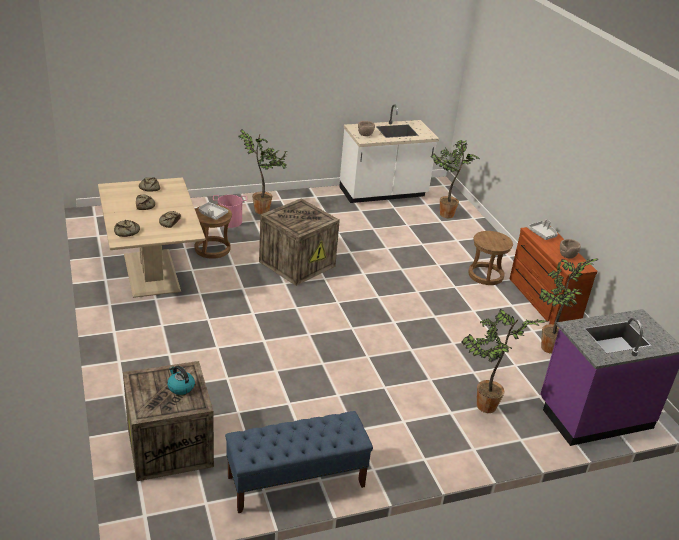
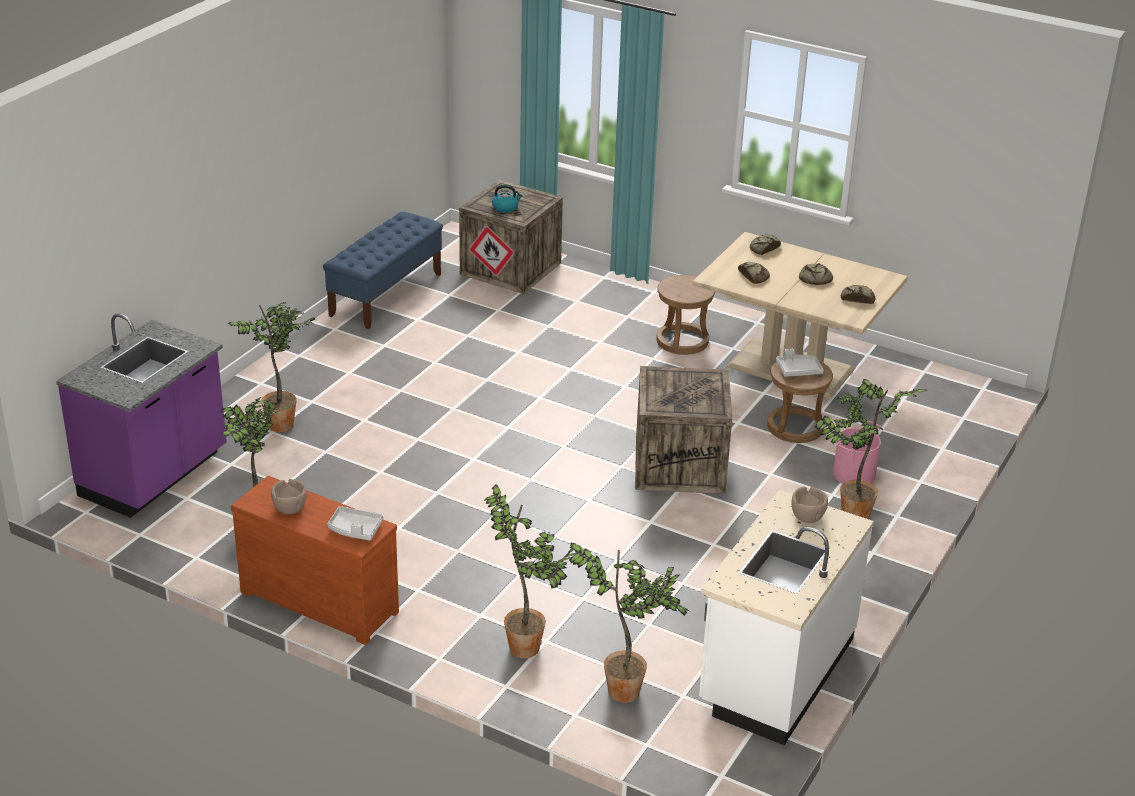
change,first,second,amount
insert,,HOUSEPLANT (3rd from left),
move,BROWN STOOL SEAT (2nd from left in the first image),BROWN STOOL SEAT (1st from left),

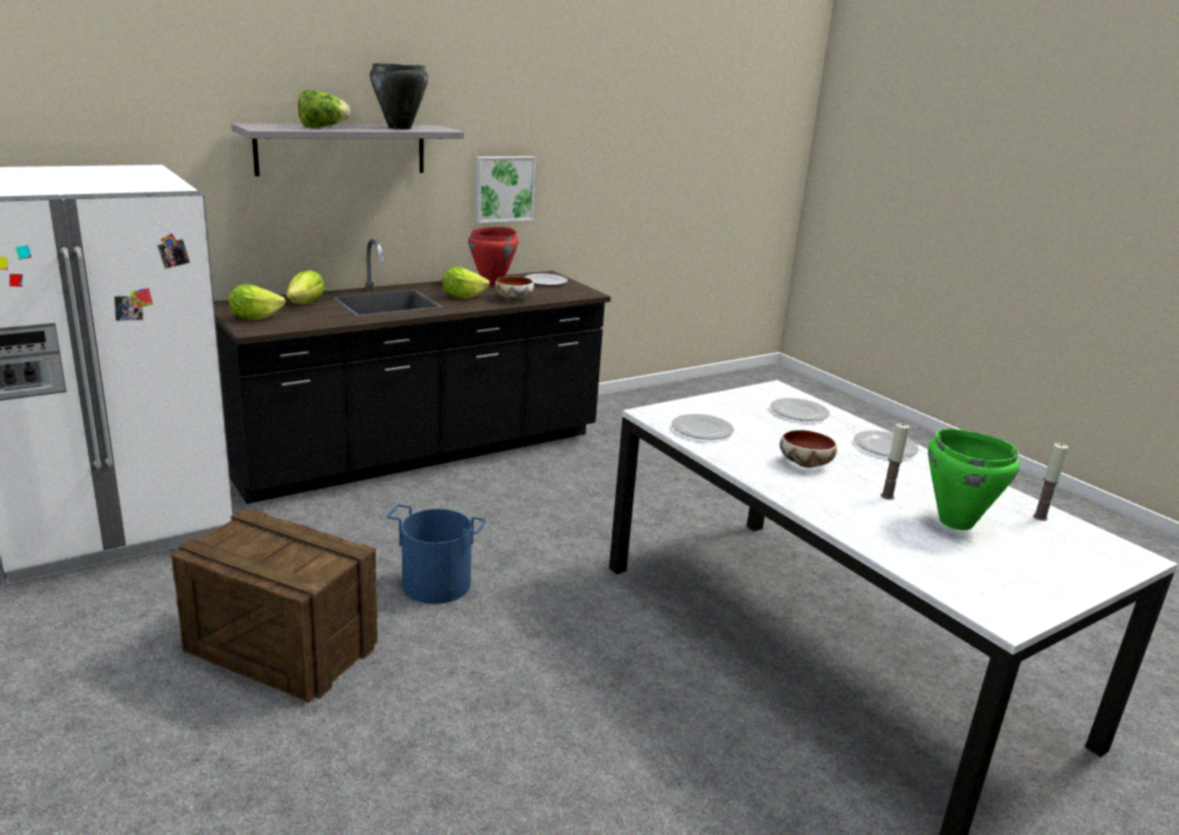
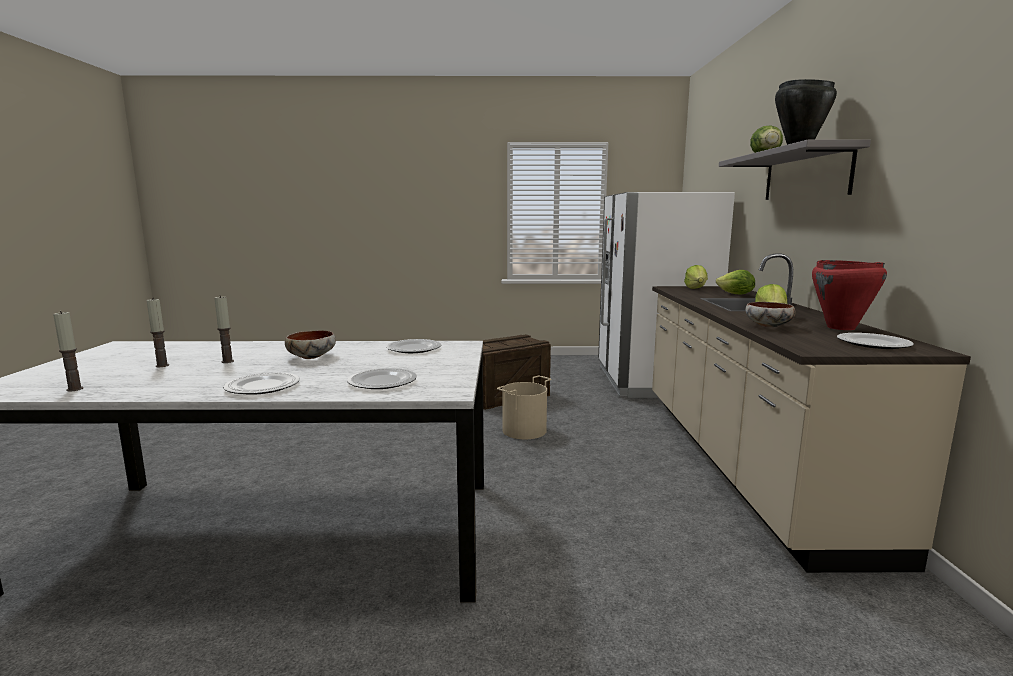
change,first,second,amount
delete,WALL PICTURE,,
replace,GREEN SAUCEPOT,CANDLE (2nd from left),
recolor,BLACK-COLOURED KITCHEN BASE UNIT,SAND-COLOURED KITCHEN BASE UNIT,
recolor,BLUE-COLOURED BUCKET,SAND-COLOURED BUCKET,

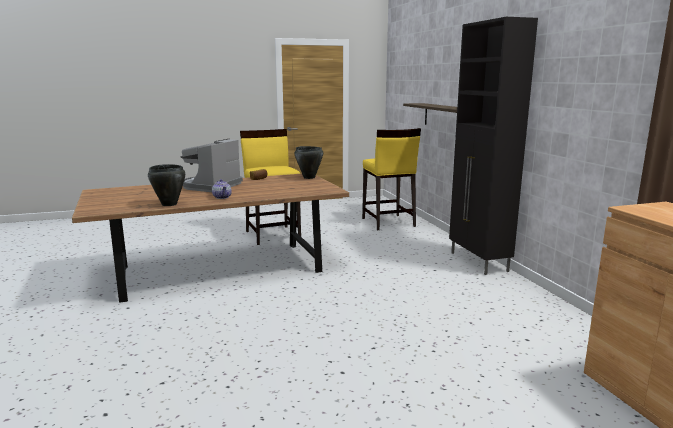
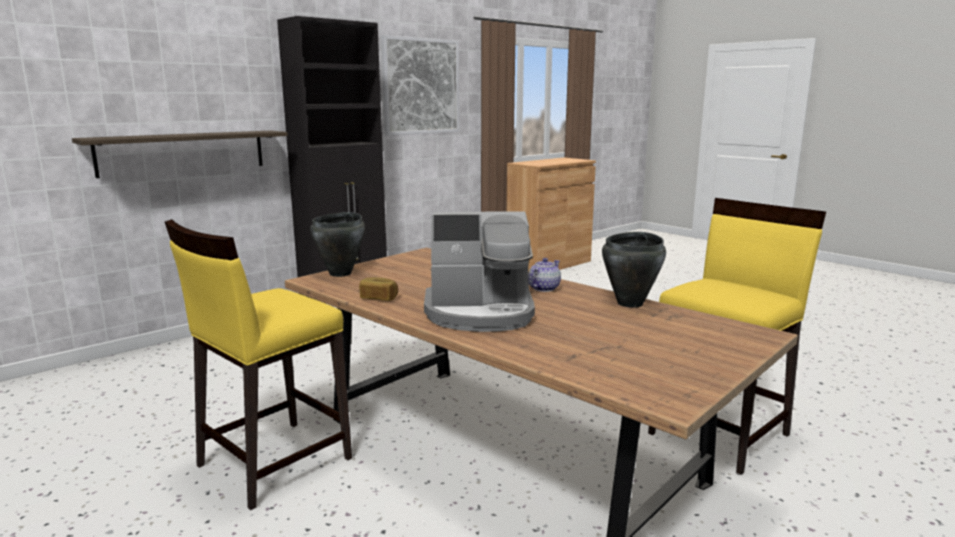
change,first,second,amount
insert,,WALL PICTURE,
move,YELLOW STOOL SEAT (2nd from left),,

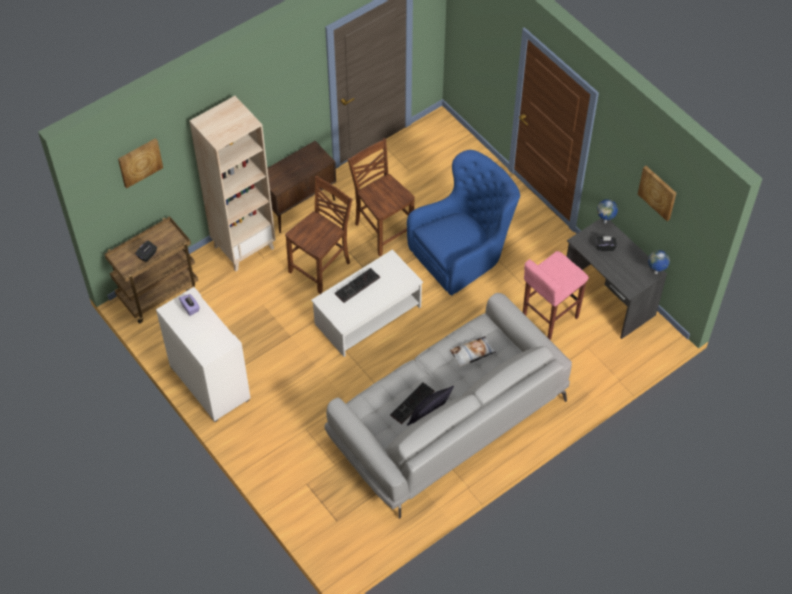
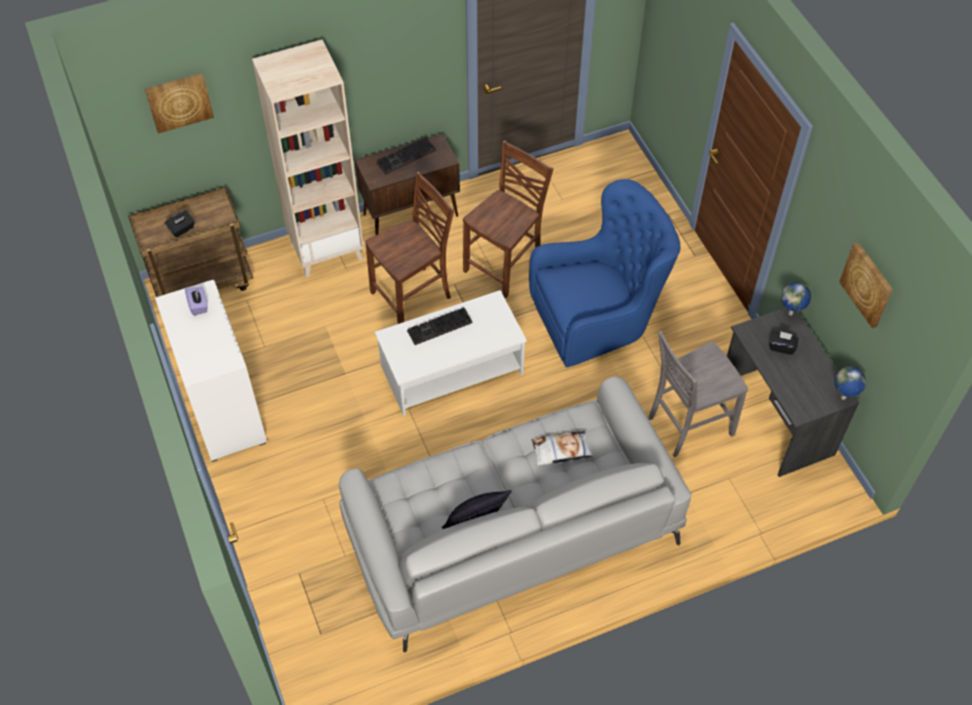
change,first,second,amount
move,KEYBOARD (2nd from left in the first image),KEYBOARD (1st from left),
replace,PINK STOOL SEAT,GREYISH PLAIN CHAIR,
rotate,BROWN PLAIN CHAIR (2nd from left),,60 degrees clockwise

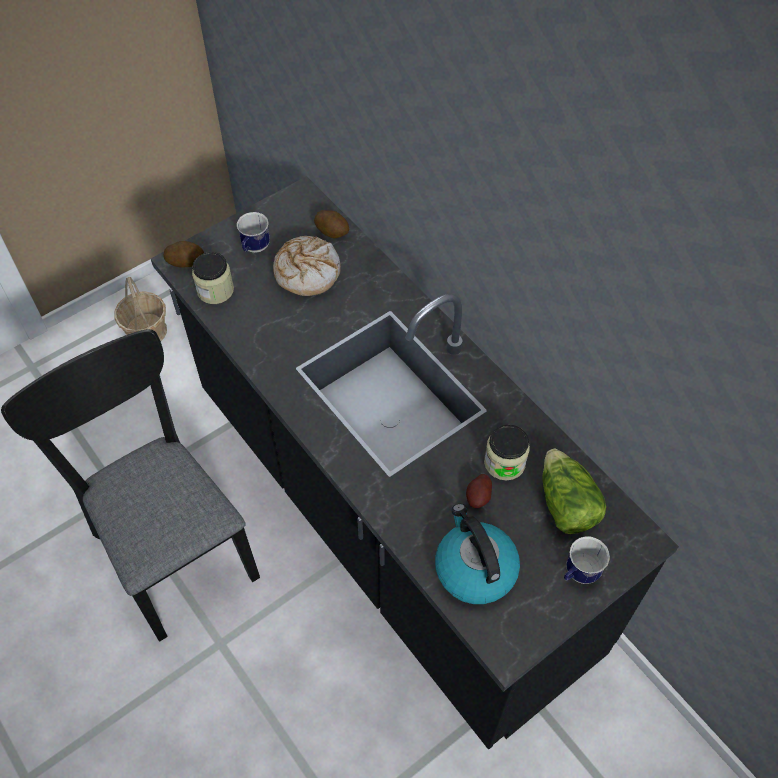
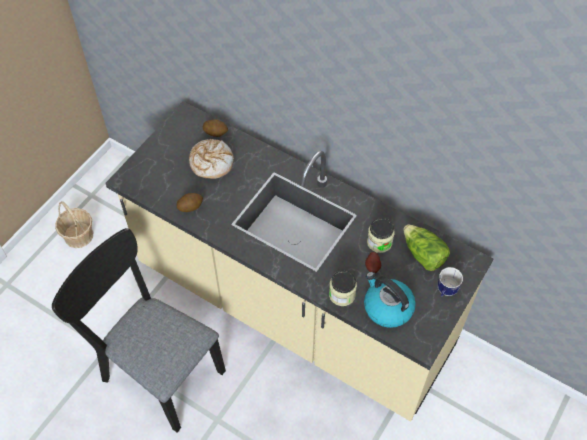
change,first,second,amount
delete,COFFEE MUG (1st from left),,
move,POTATO (1st from left),,
move,PRESERVE JAR (1st from left),,
recolor,BLACK-COLOURED KITCHEN BASE UNIT,SAND-COLOURED KITCHEN BASE UNIT,

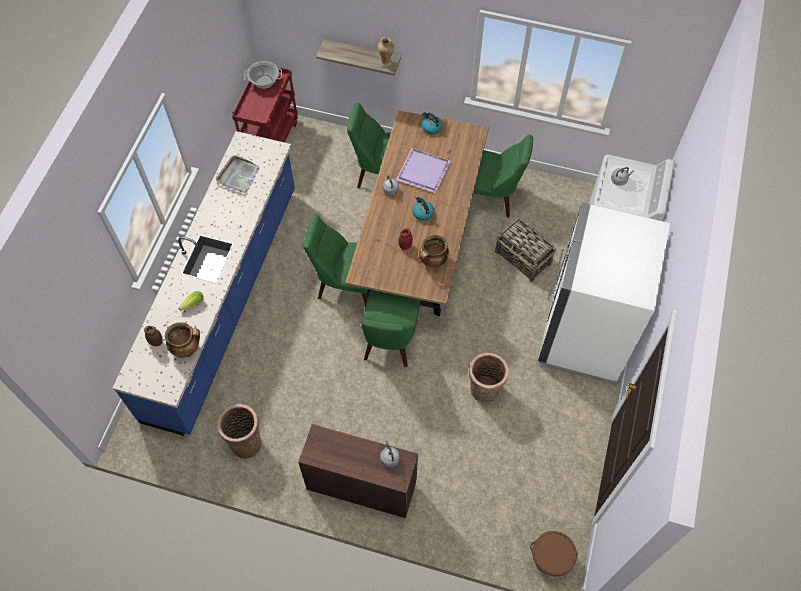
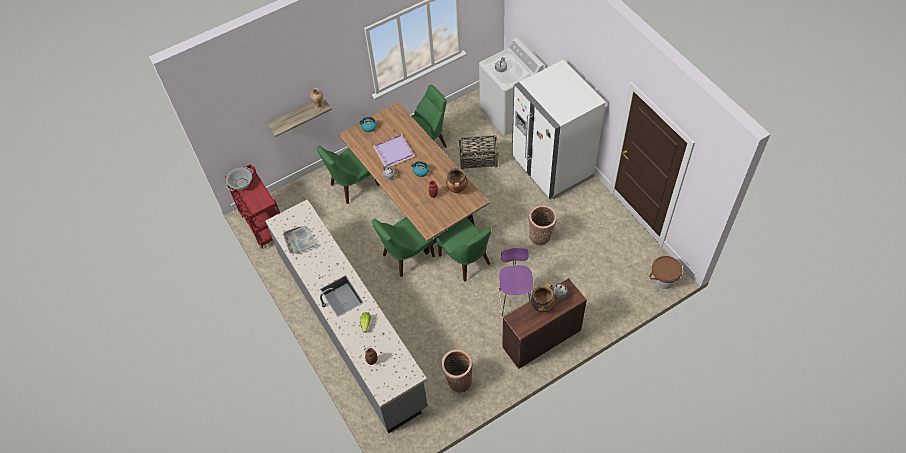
change,first,second,amount
insert,,PURPLE-COLOURED PLAIN CHAIR,
move,SAUCEPOT (1st from left in the first image),SAUCEPOT (3rd from left),
recolor,BLUE-COLOURED KITCHEN BASE UNIT,GREYISH KITCHEN BASE UNIT,

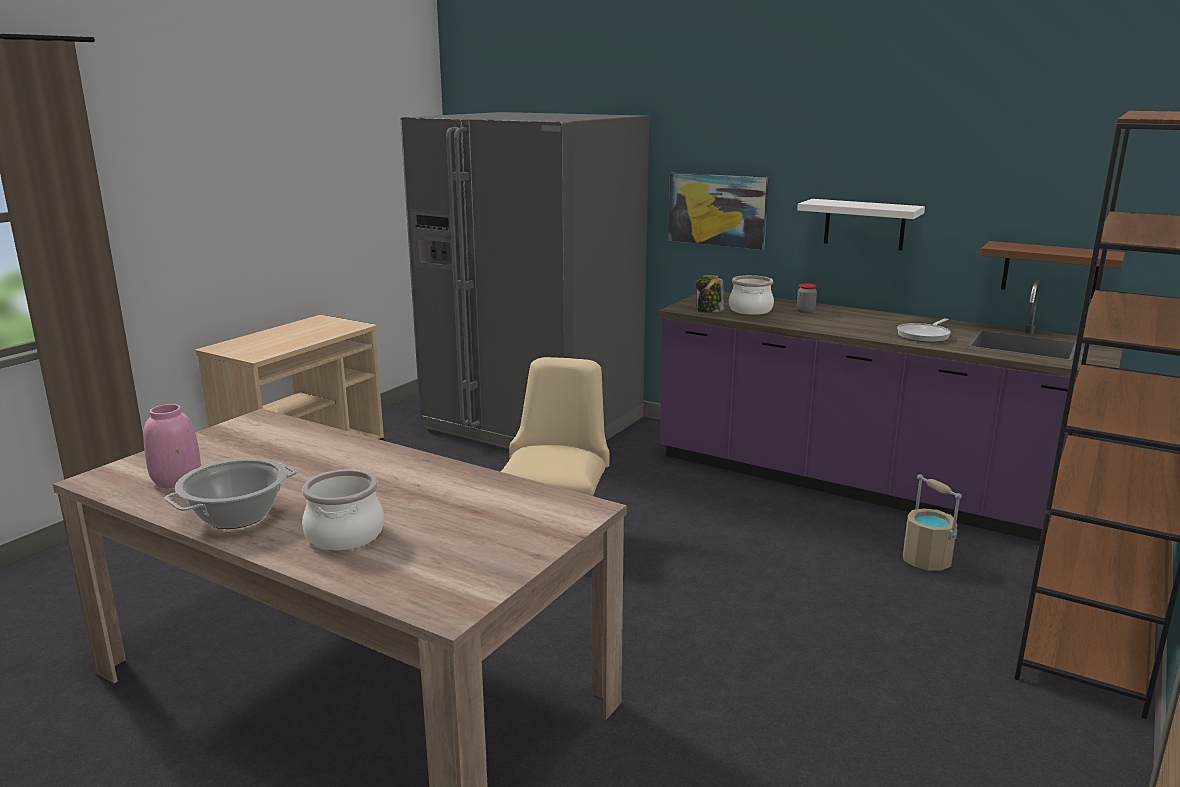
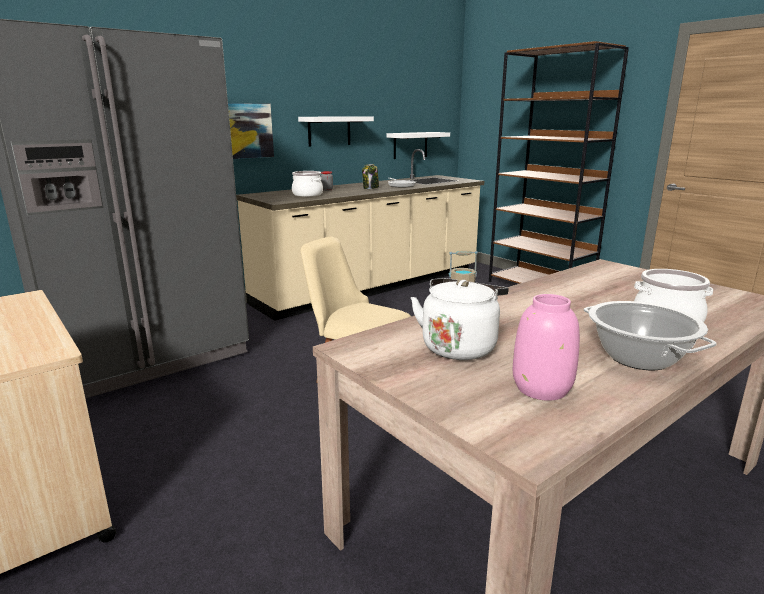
change,first,second,amount
insert,,WHITE TEA KETTLE,
move,PRESERVE JAR (1st from left in the first image),PRESERVE JAR (2nd from left),
recolor,PURPLE-COLOURED KITCHEN BASE UNIT,SAND-COLOURED KITCHEN BASE UNIT,
recolor,BROWN SHELF,WHITE SHELF (2nd from left),

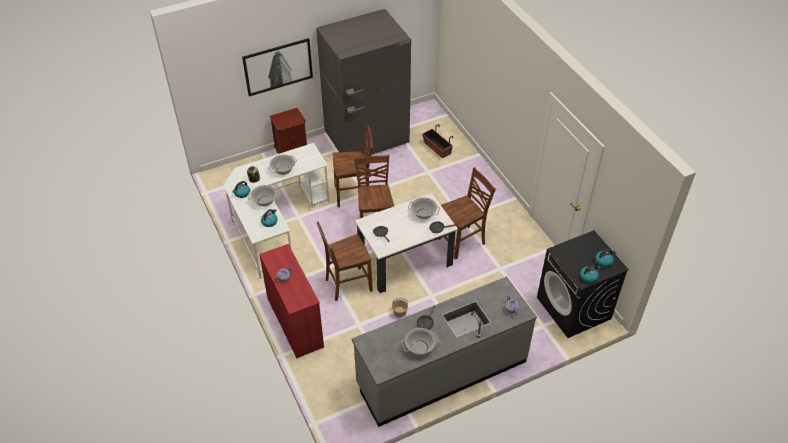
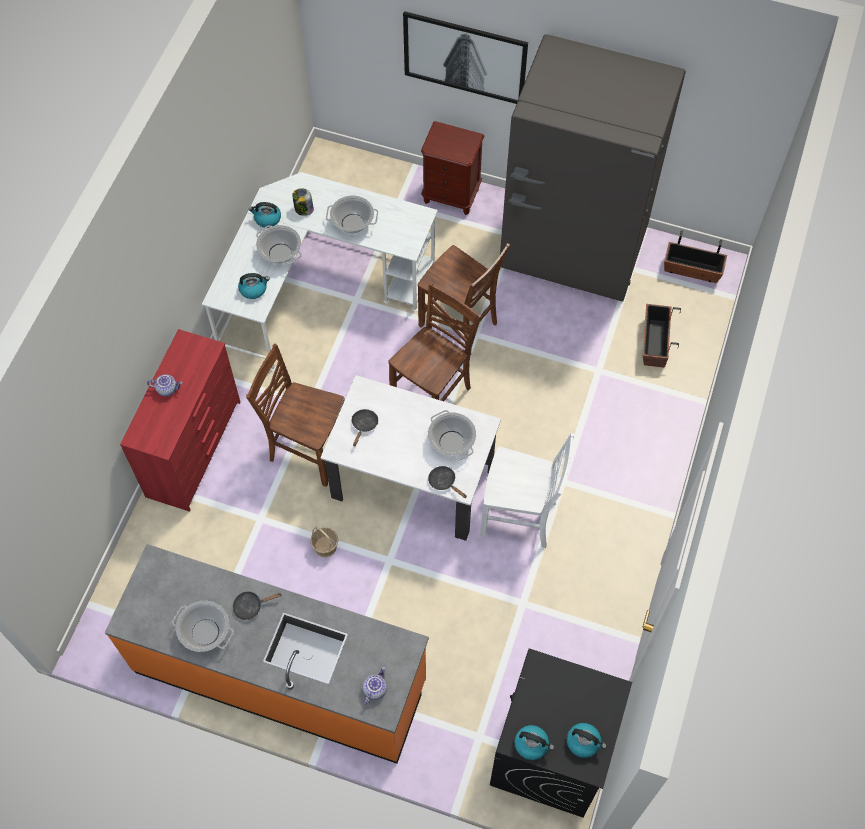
change,first,second,amount
insert,,FLOWER POT (2nd from left),
recolor,GREYISH KITCHEN BASE UNIT,ORANGE-COLOURED KITCHEN BASE UNIT,
recolor,BROWN PLAIN CHAIR (4th from left),WHITE PLAIN CHAIR,

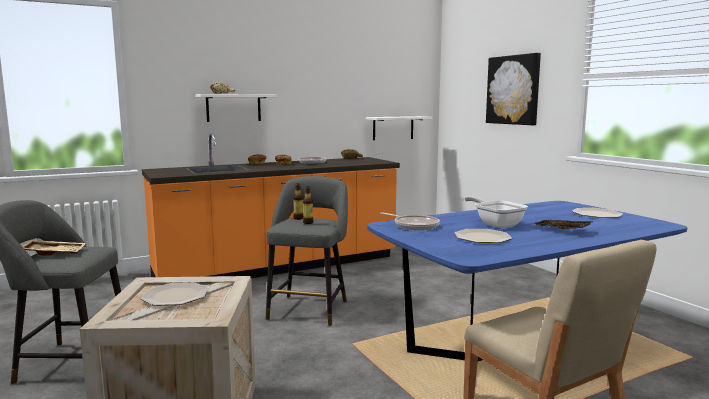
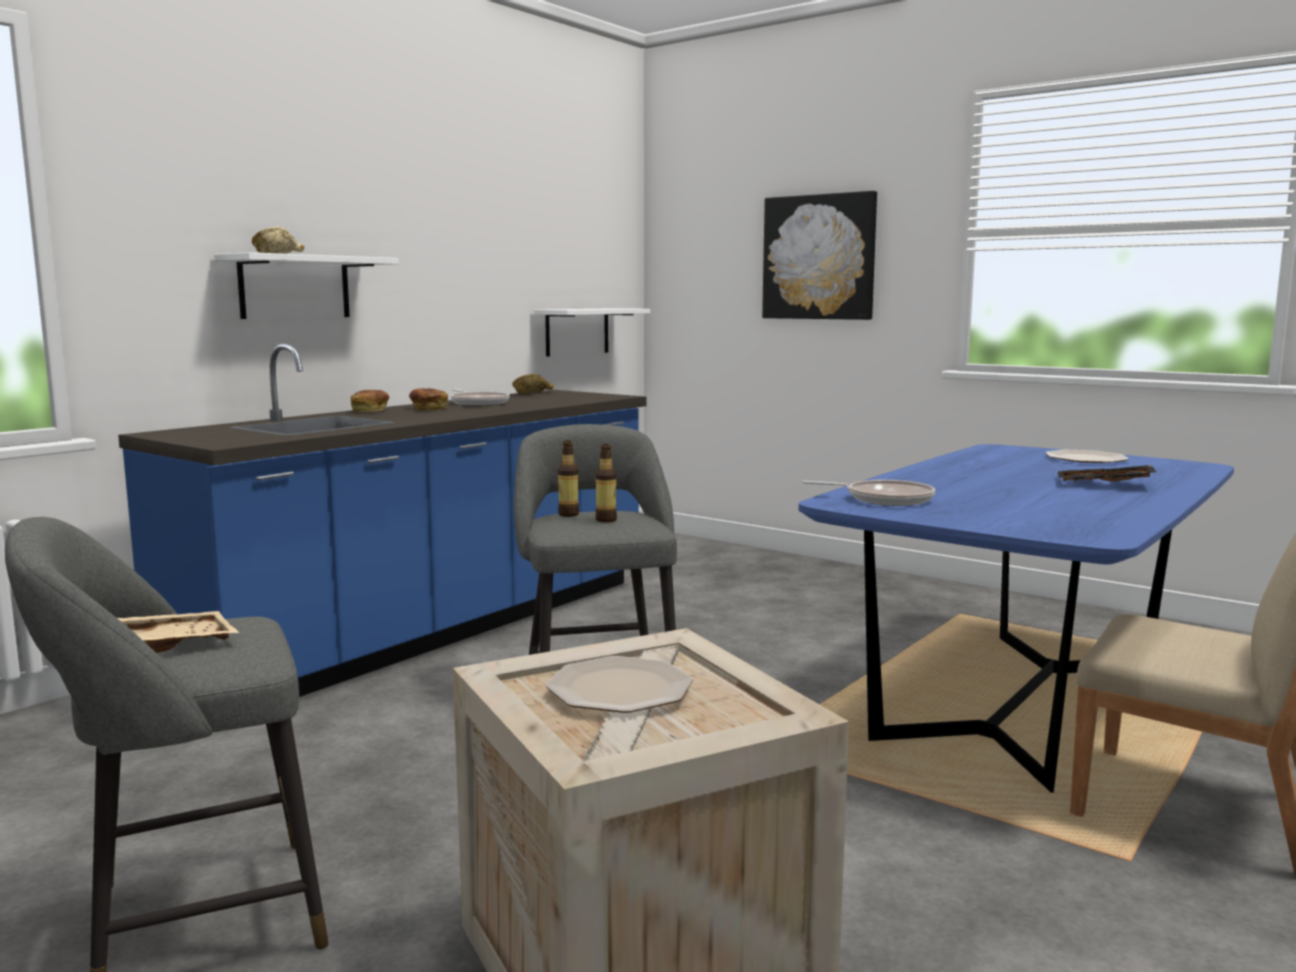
change,first,second,amount
delete,FLAT DISH (2nd from left),,
delete,PAN (3rd from left),,
recolor,ORANGE-COLOURED KITCHEN BASE UNIT,BLUE-COLOURED KITCHEN BASE UNIT,

